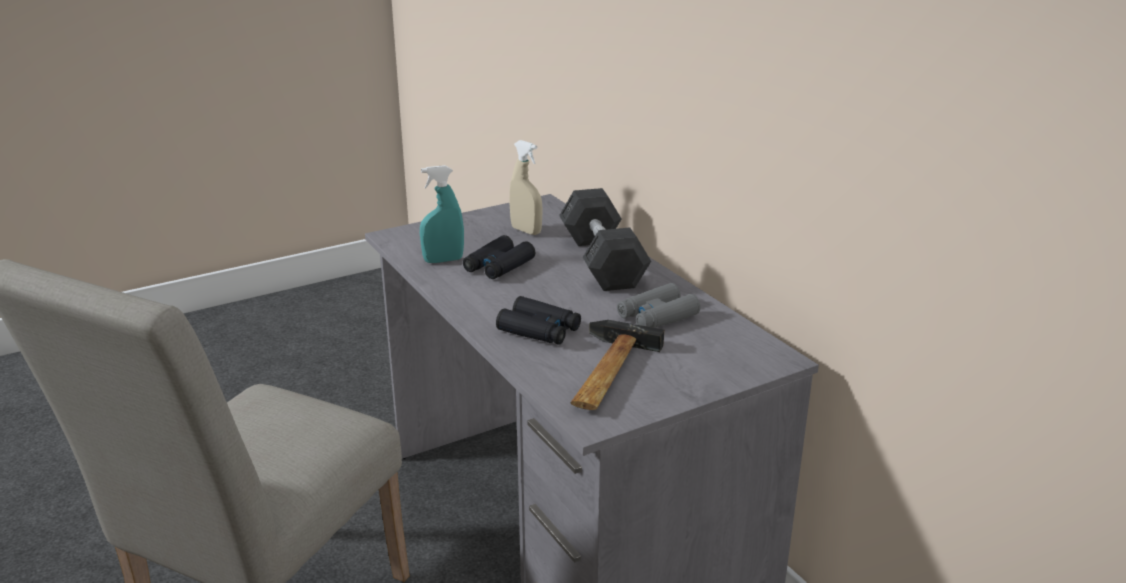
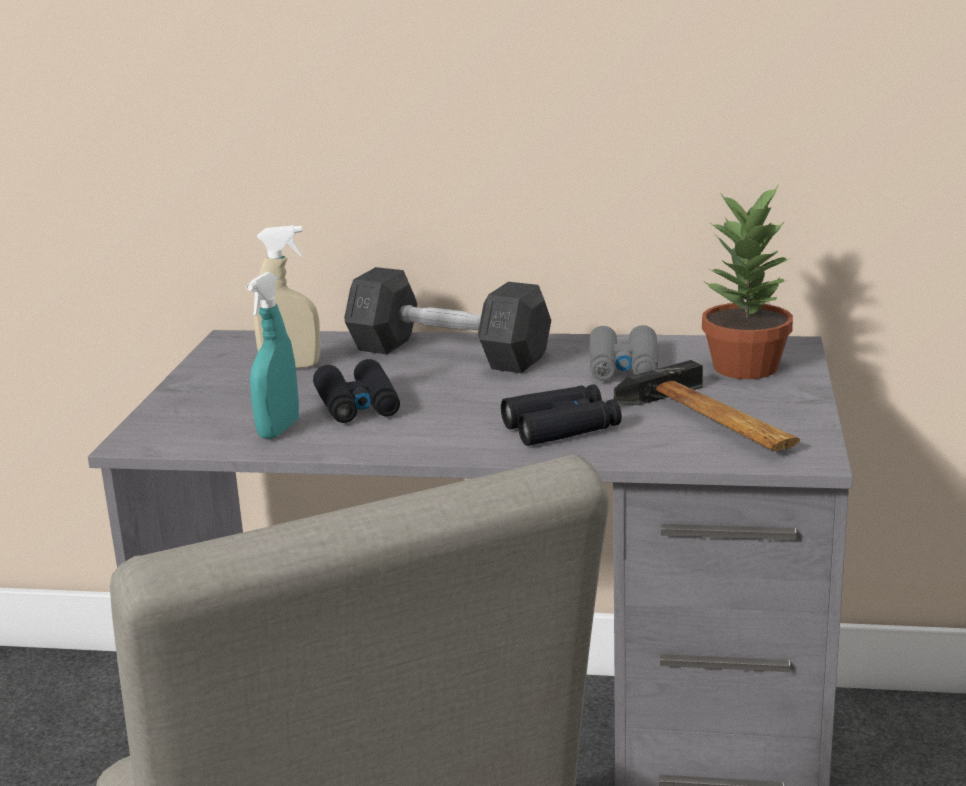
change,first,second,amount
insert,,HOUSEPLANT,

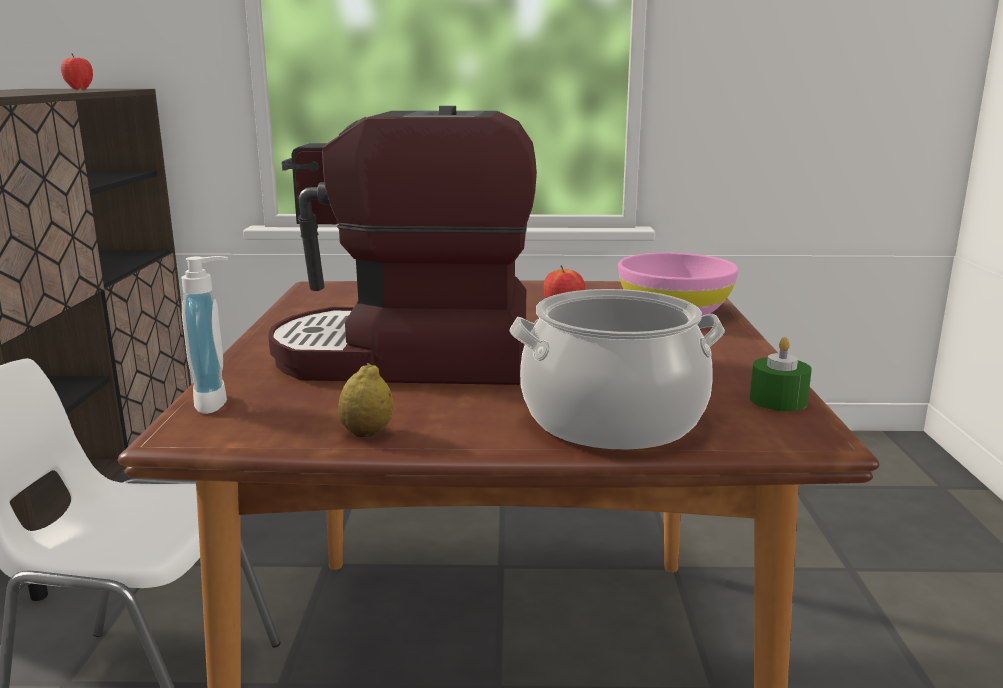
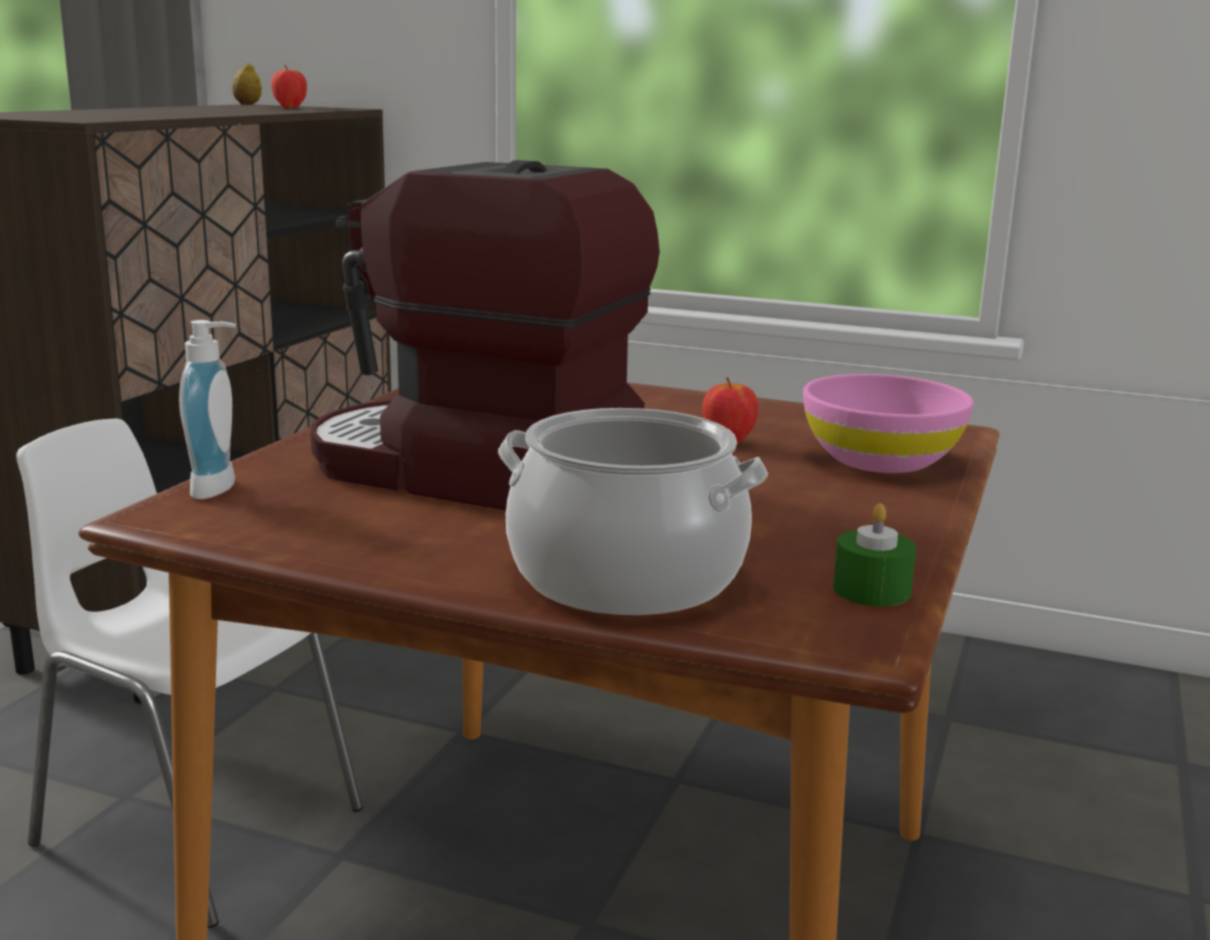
change,first,second,amount
move,CITRUS FRUIT,,

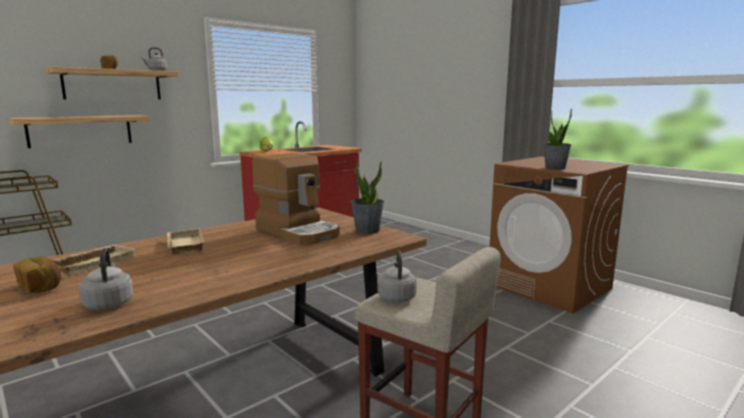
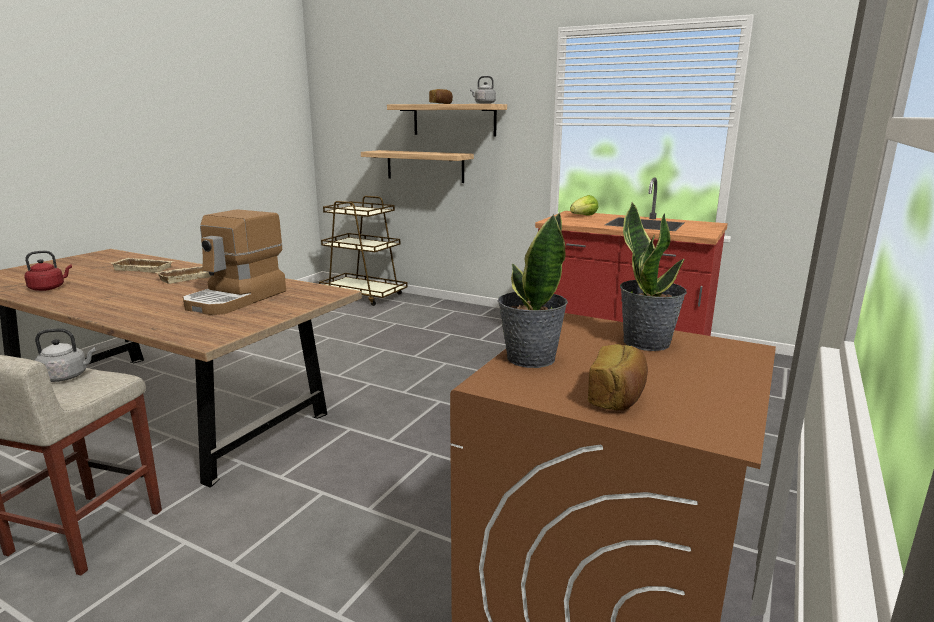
change,first,second,amount
move,BREAD (1st from left in the first image),BREAD (2nd from left),
move,HOUSEPLANT (1st from left in the first image),HOUSEPLANT (2nd from left),
recolor,GREYISH TEA KETTLE (1st from left),REDDISH TEA KETTLE,

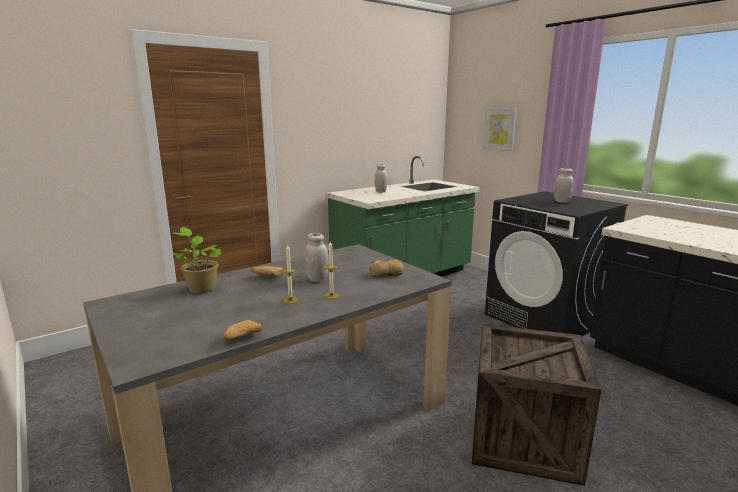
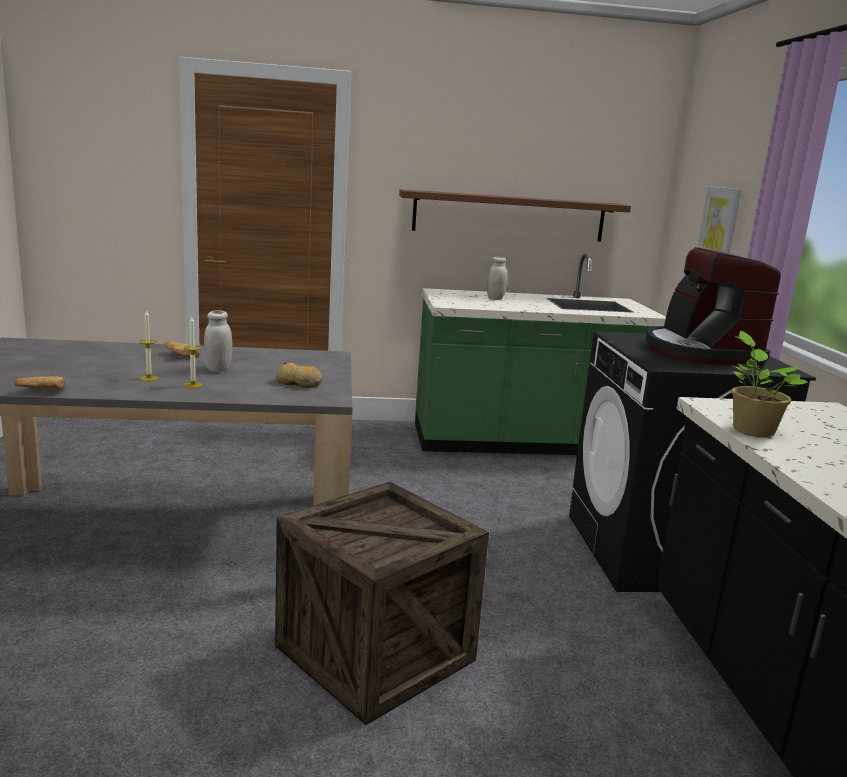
change,first,second,amount
insert,,BROWN SHELF,
move,HOUSEPLANT,,
replace,WHITE PRESERVE JAR (3rd from left),COFFEE MAKER,

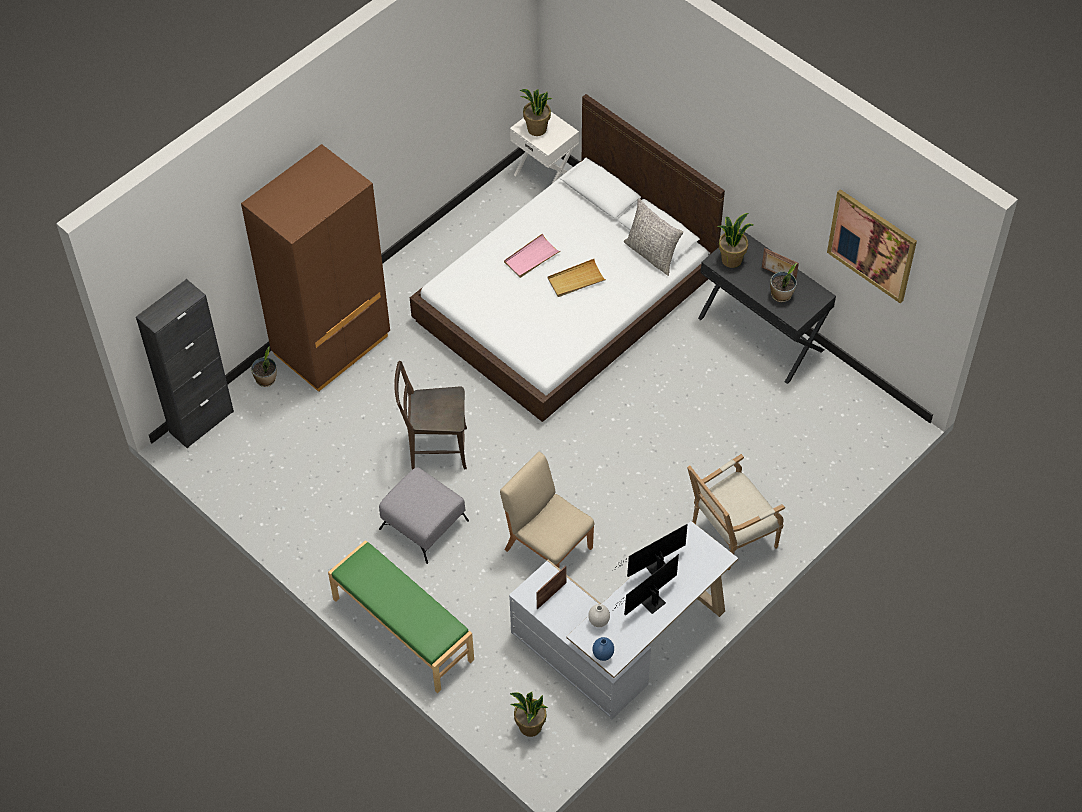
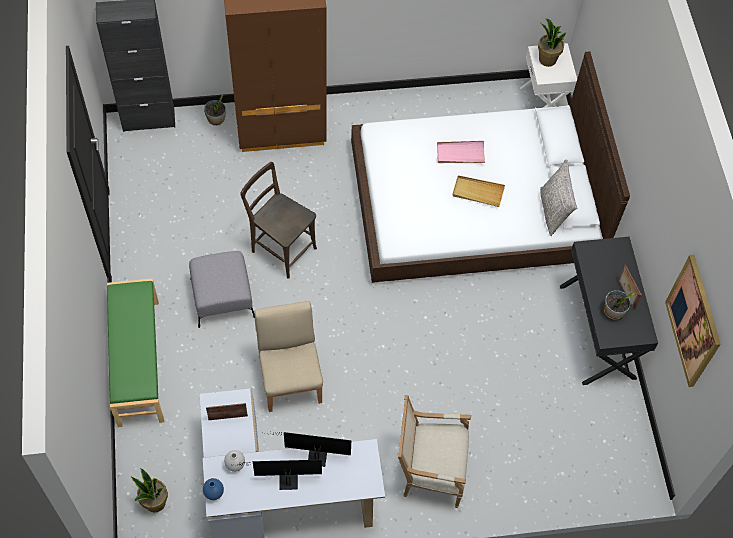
change,first,second,amount
delete,HOUSEPLANT (4th from left),,

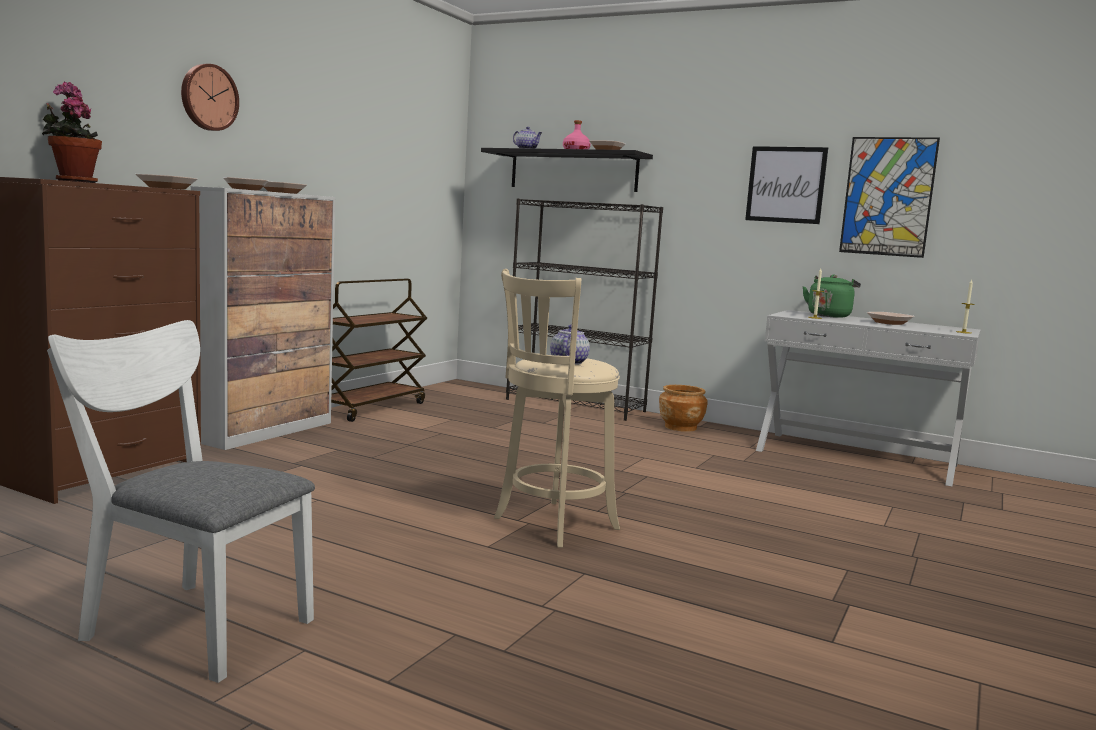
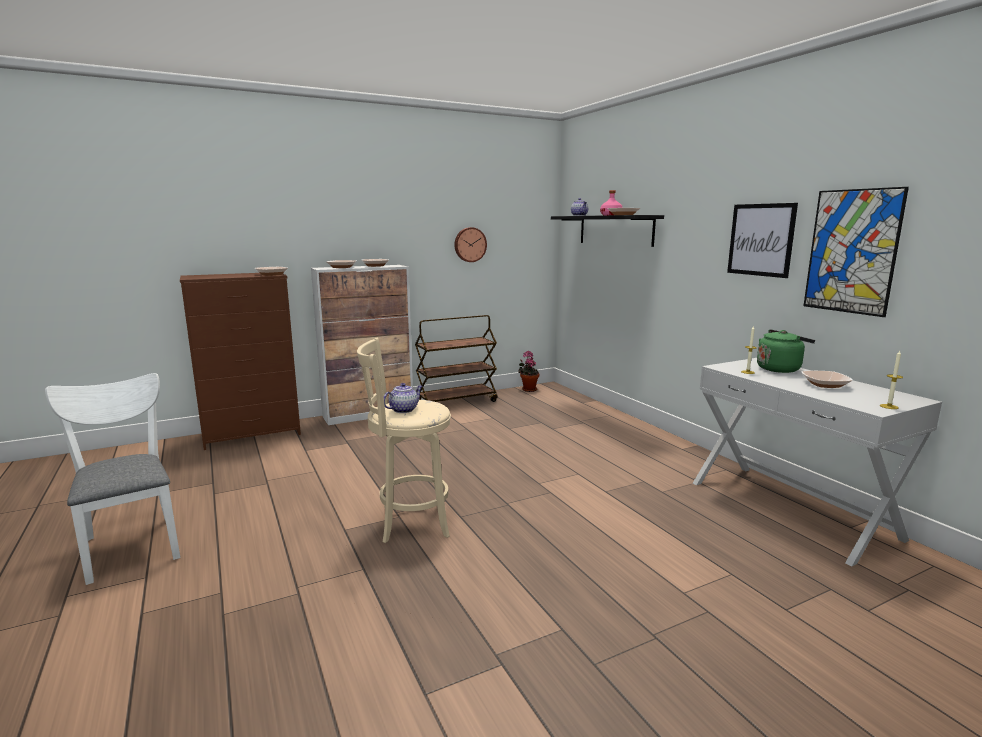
change,first,second,amount
delete,BLACK-COLOURED SHELVING UNIT,,
delete,BROWN FLOWER POT,,
move,HOUSEPLANT,,
move,CLOCK ON THE WALL,,

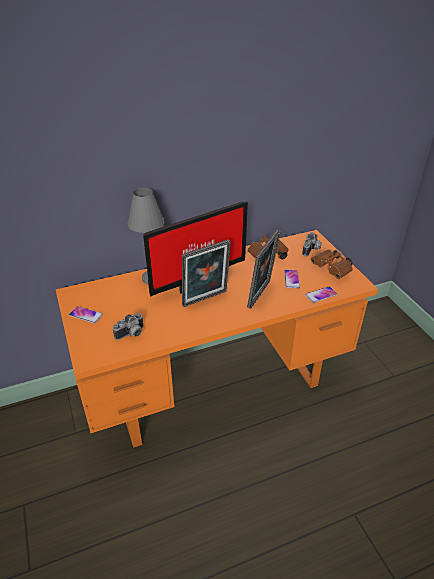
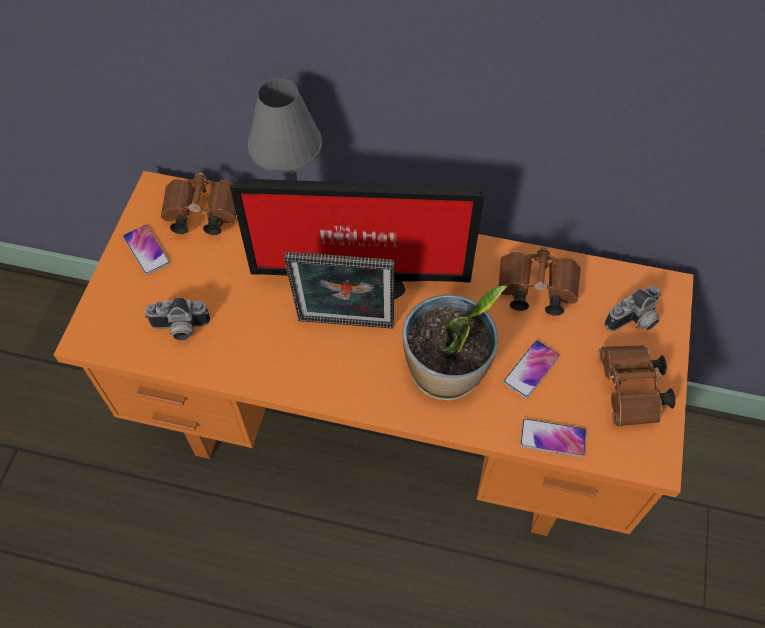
change,first,second,amount
insert,,BROWN PAIR OF BINOCULARS (1st from left),
replace,PICTURE FRAME (2nd from left),HOUSEPLANT,

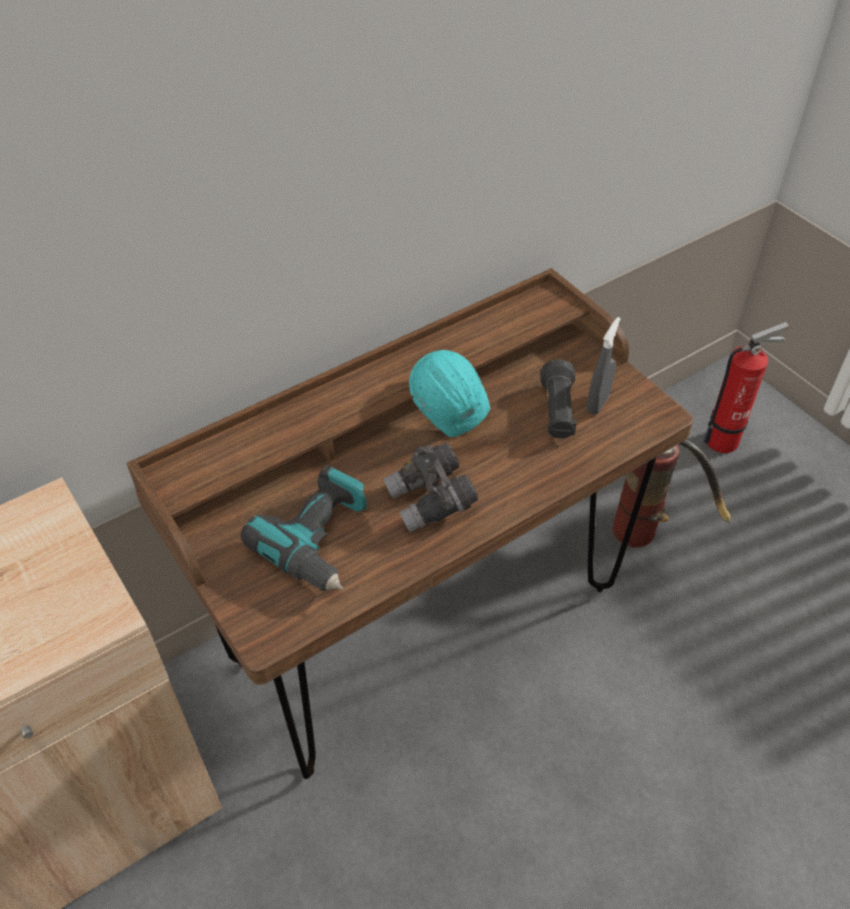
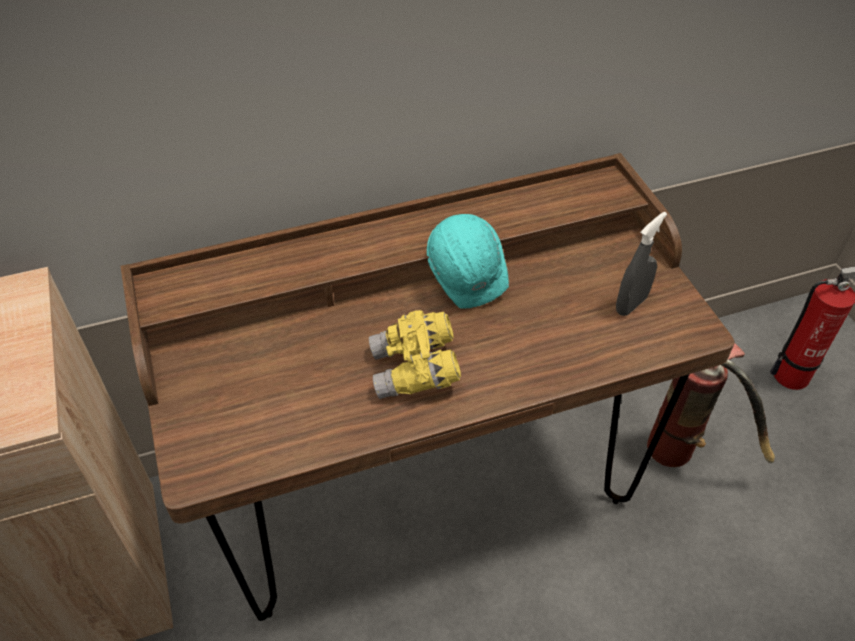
change,first,second,amount
delete,DRILL,,
delete,BLACK-COLOURED FLASHLIGHT,,
recolor,GREYISH PAIR OF BINOCULARS,YELLOW PAIR OF BINOCULARS,

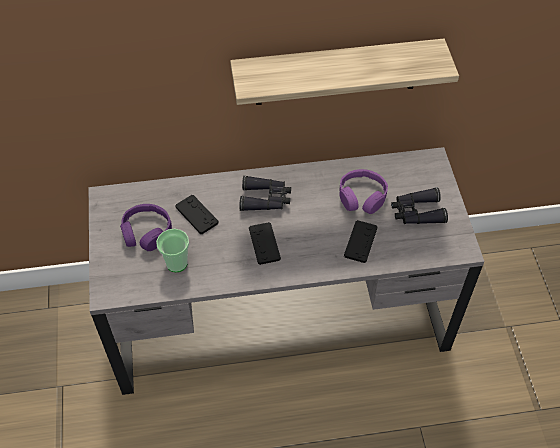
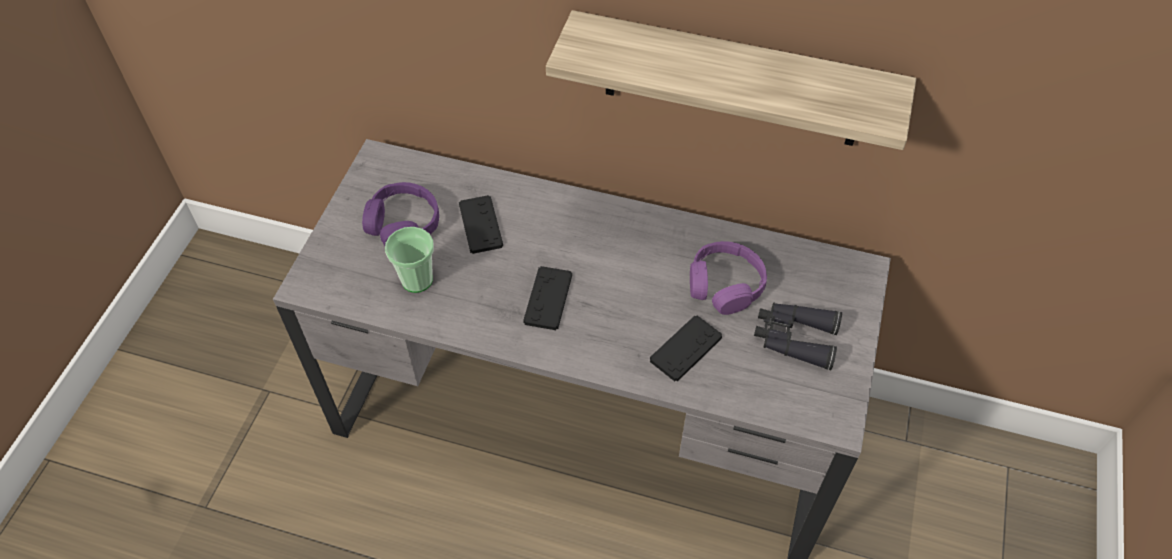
change,first,second,amount
delete,BLACK-COLOURED PAIR OF BINOCULARS (1st from left),,

